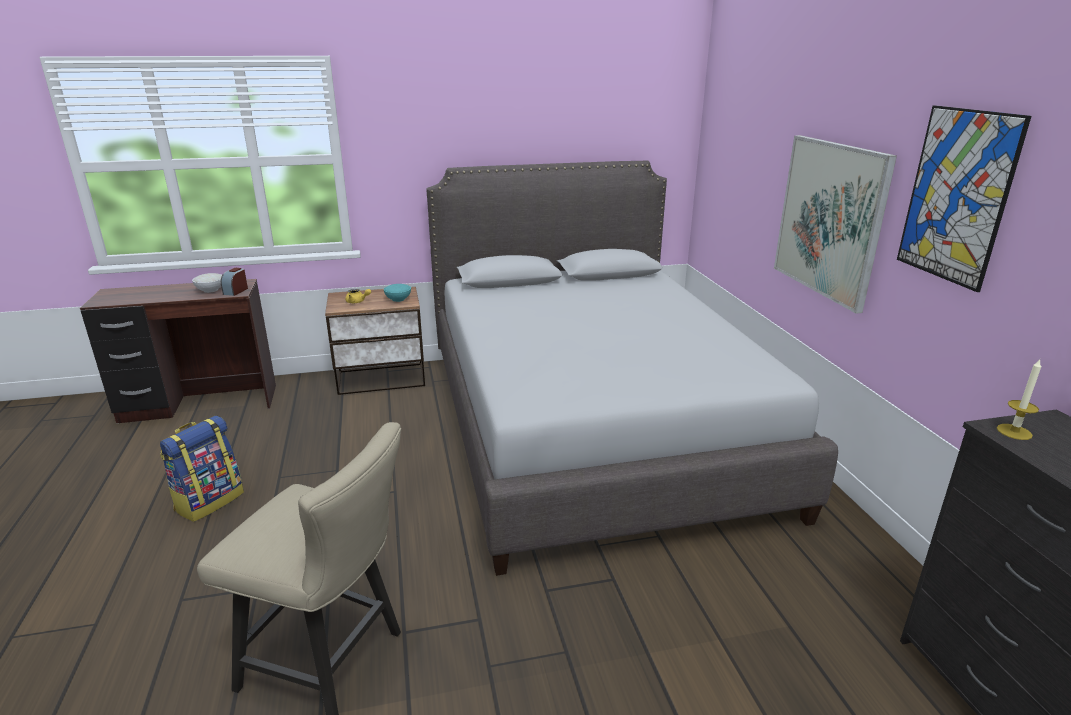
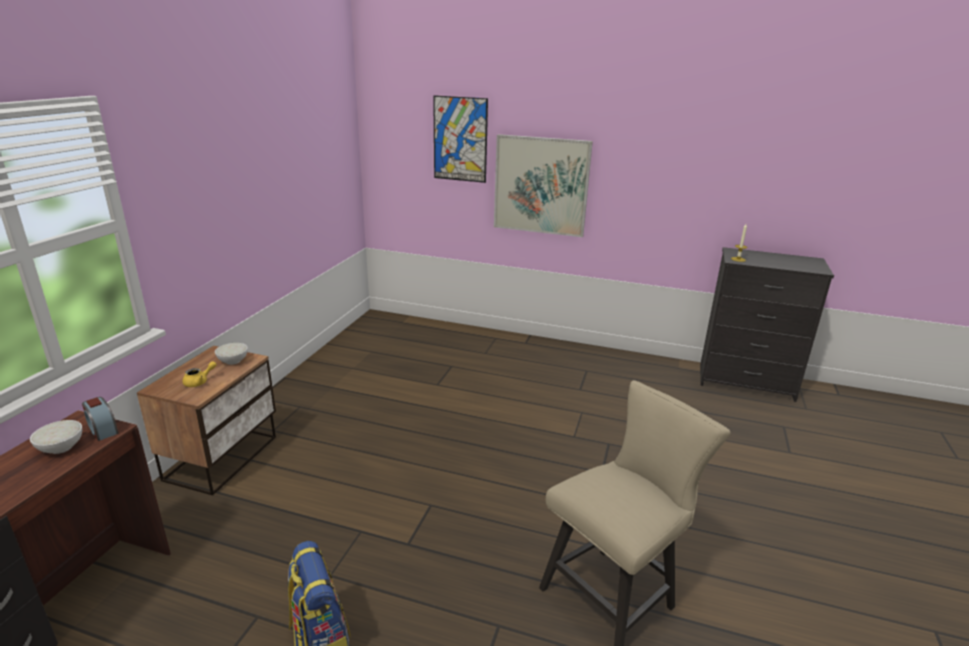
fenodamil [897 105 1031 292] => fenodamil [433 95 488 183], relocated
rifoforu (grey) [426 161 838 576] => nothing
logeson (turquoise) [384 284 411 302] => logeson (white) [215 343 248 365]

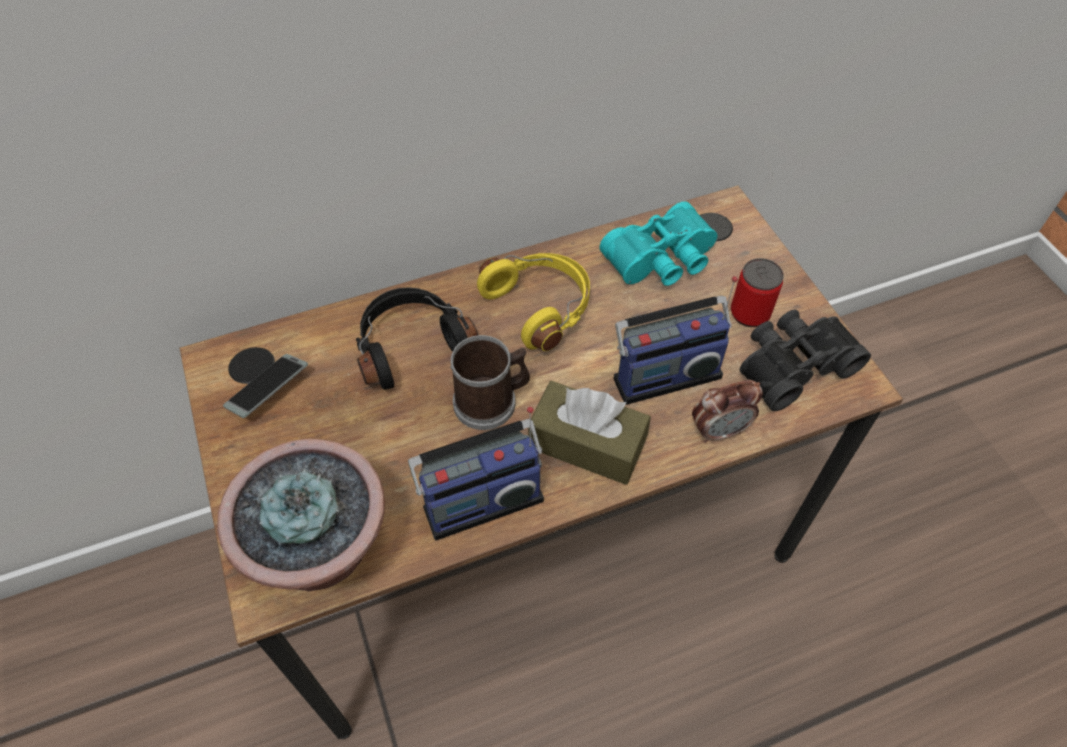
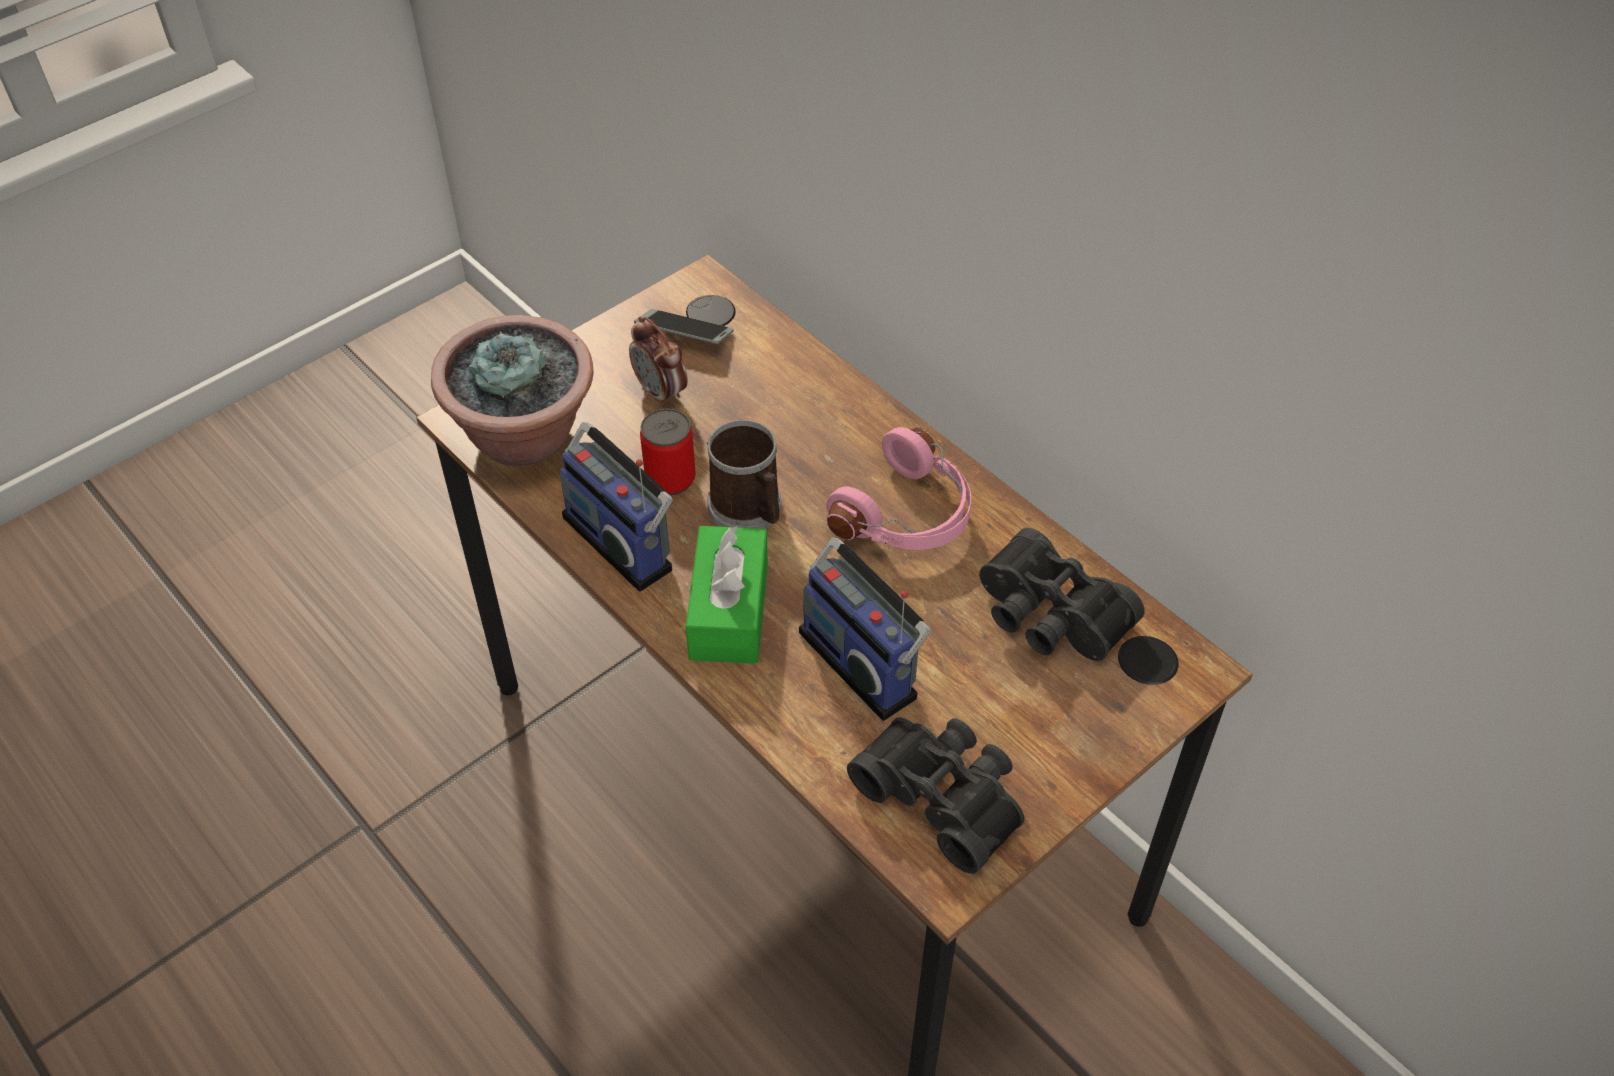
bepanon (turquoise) [600 201 717 286] => bepanon (black) [979 528 1145 661]
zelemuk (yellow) [477 253 590 351] => zelemuk (pink) [826 427 971 550]
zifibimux [731 258 784 327] => zifibimux [640 409 696 495], relocated
zelemuk (black) [356 287 478 390] => nothing
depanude [692 380 763 443] => depanude [629 317 688 408], relocated
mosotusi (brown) [528 381 651 485] => mosotusi (green) [686 525 768 664]

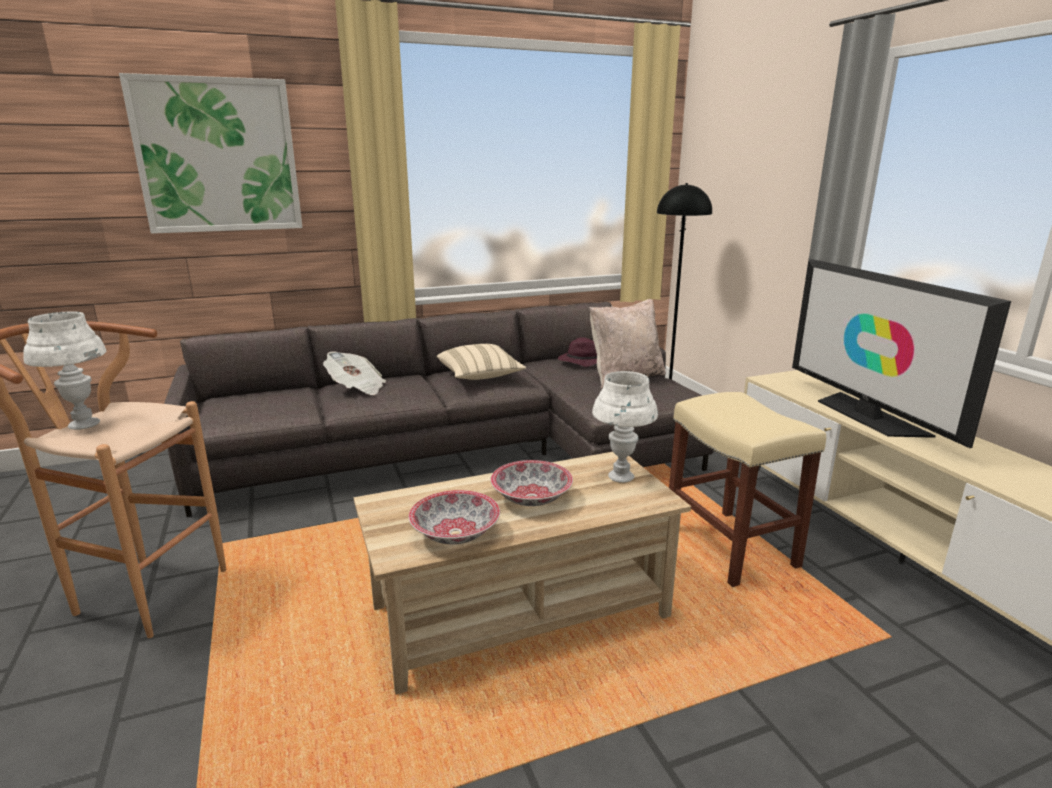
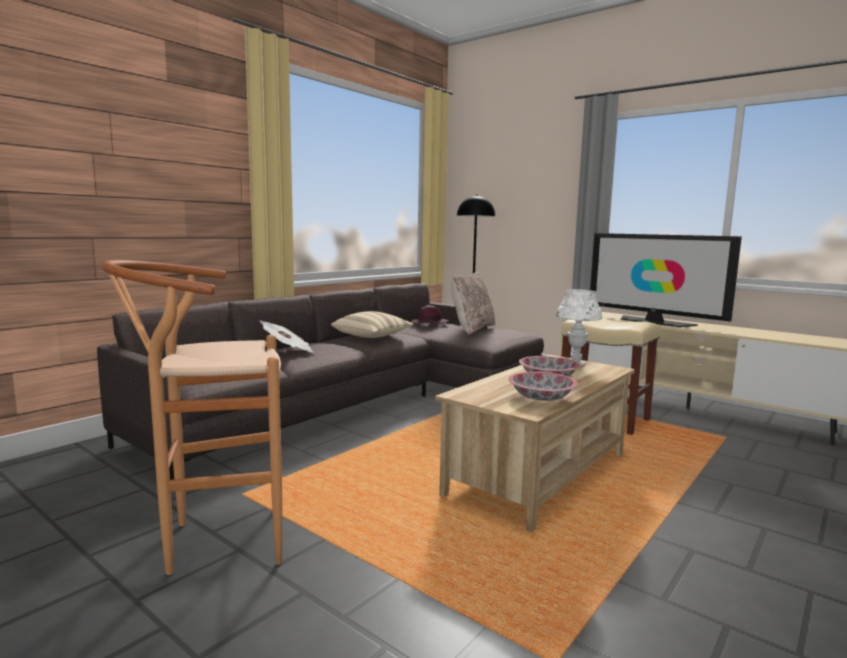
fenodamil [119 73 303 234] => nothing
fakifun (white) [23 311 106 430] => nothing

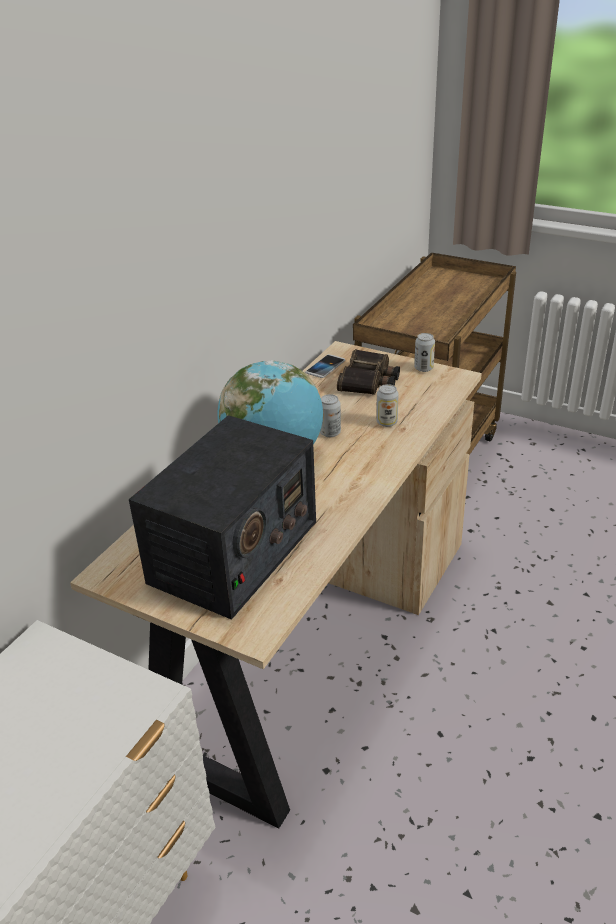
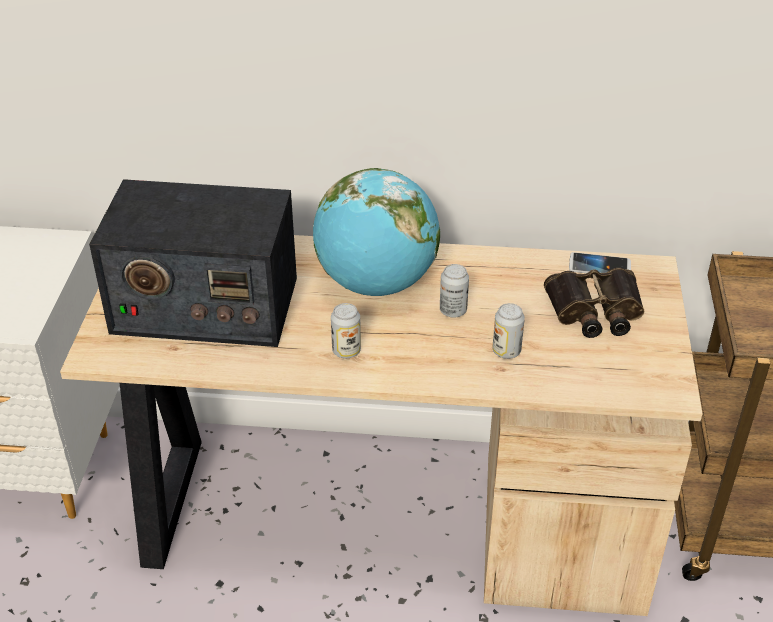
zifibimux [414 333 435 372] => zifibimux [331 303 361 358], relocated

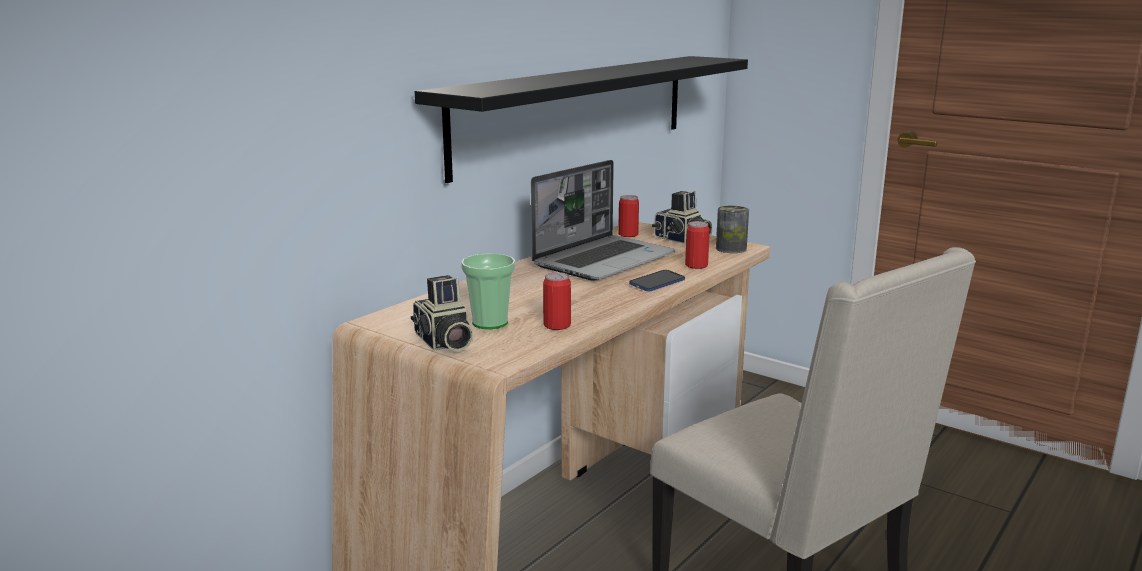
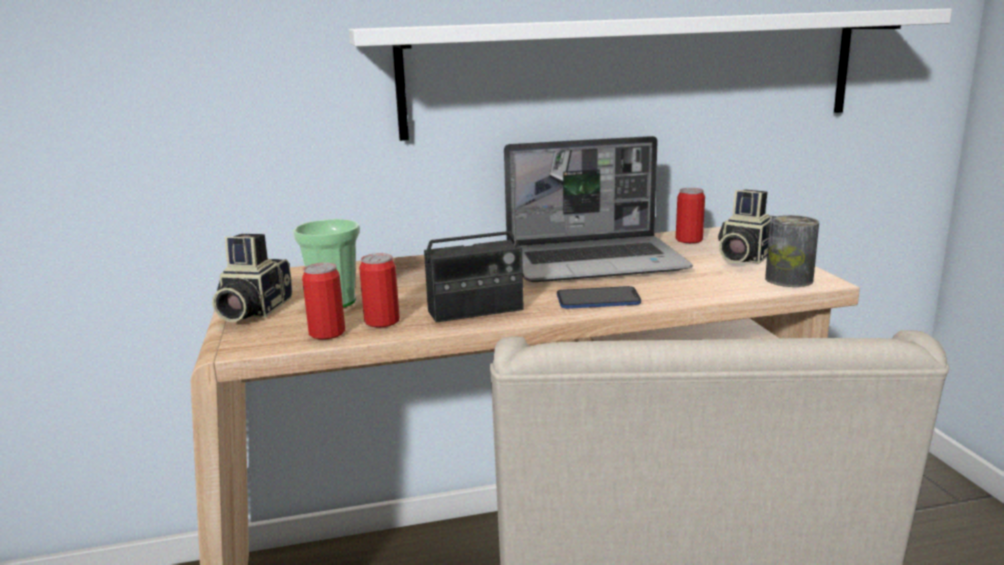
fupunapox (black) [415 56 748 183] => fupunapox (white) [349 9 952 141]
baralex [652 191 713 244] => baralex [718 189 776 264], 45 degrees clockwise
zifibimux [685 221 710 269] => zifibimux [302 263 345 340], relocated
nothing => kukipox [424 174 524 323]

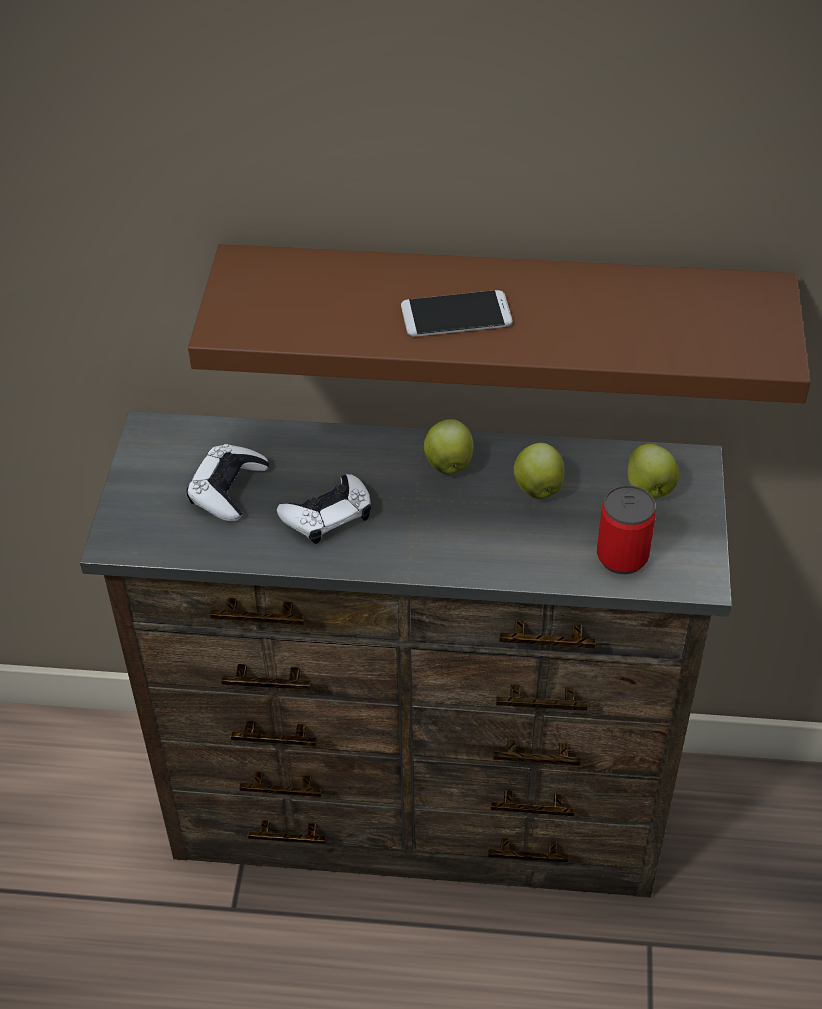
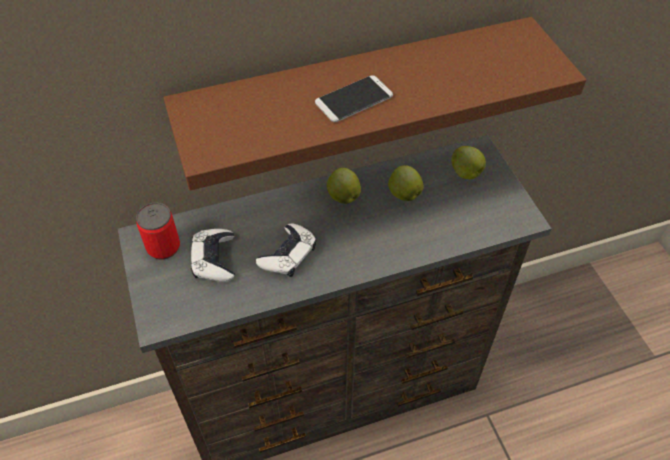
zifibimux [597 485 656 574] => zifibimux [136 203 180 260], relocated

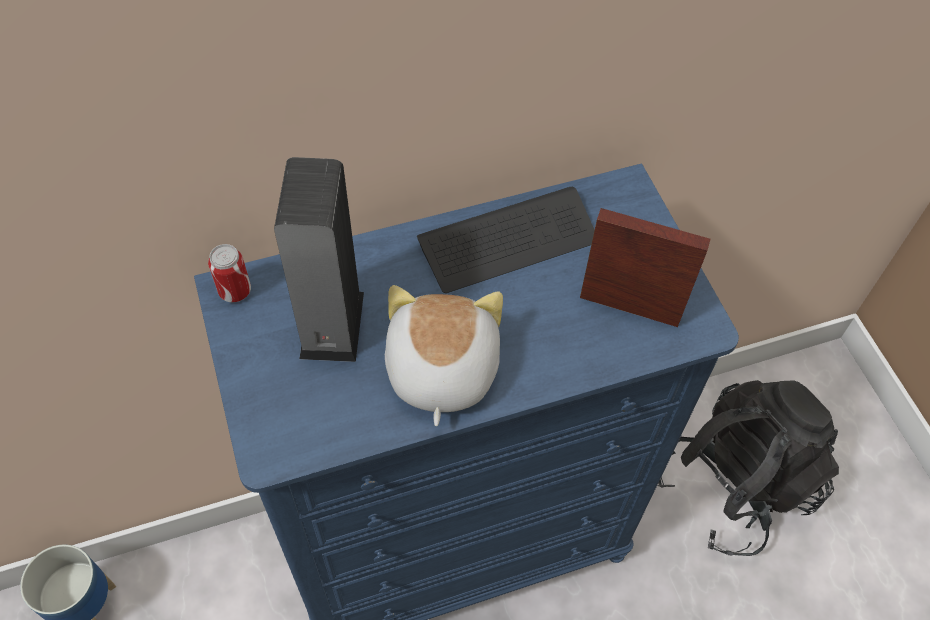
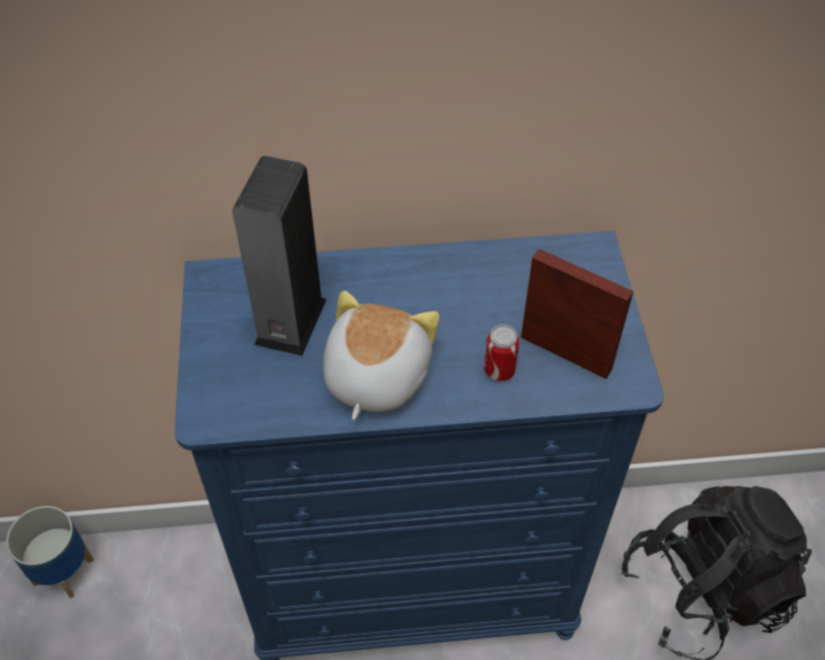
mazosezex [417 187 595 293] => nothing
zifibimux [208 244 251 302] => zifibimux [484 325 520 381], relocated

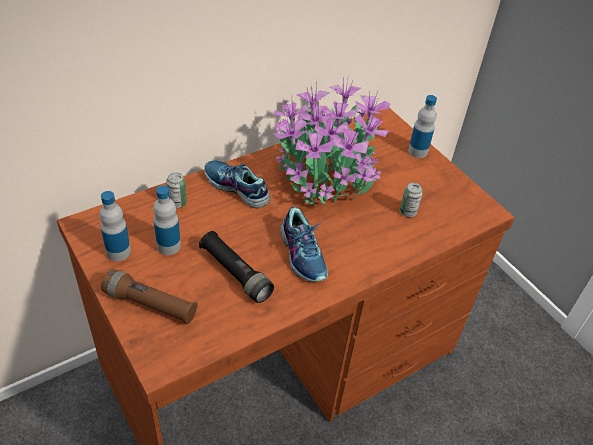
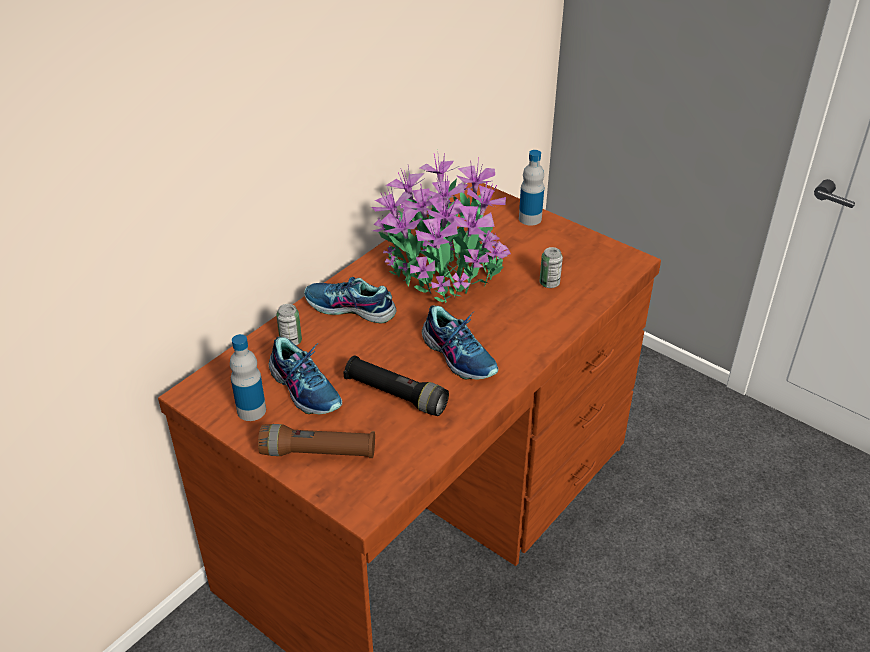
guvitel [153 185 181 255] => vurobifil [269 337 342 414]

